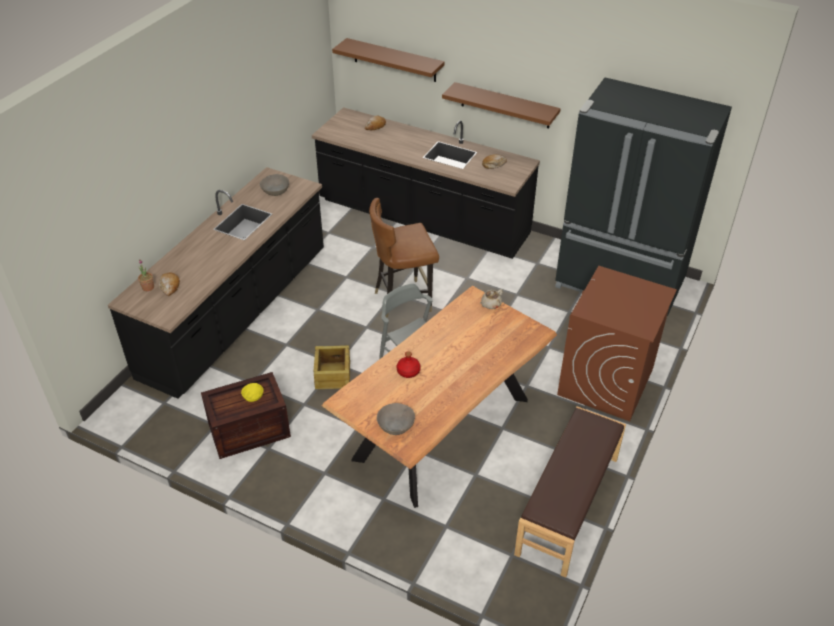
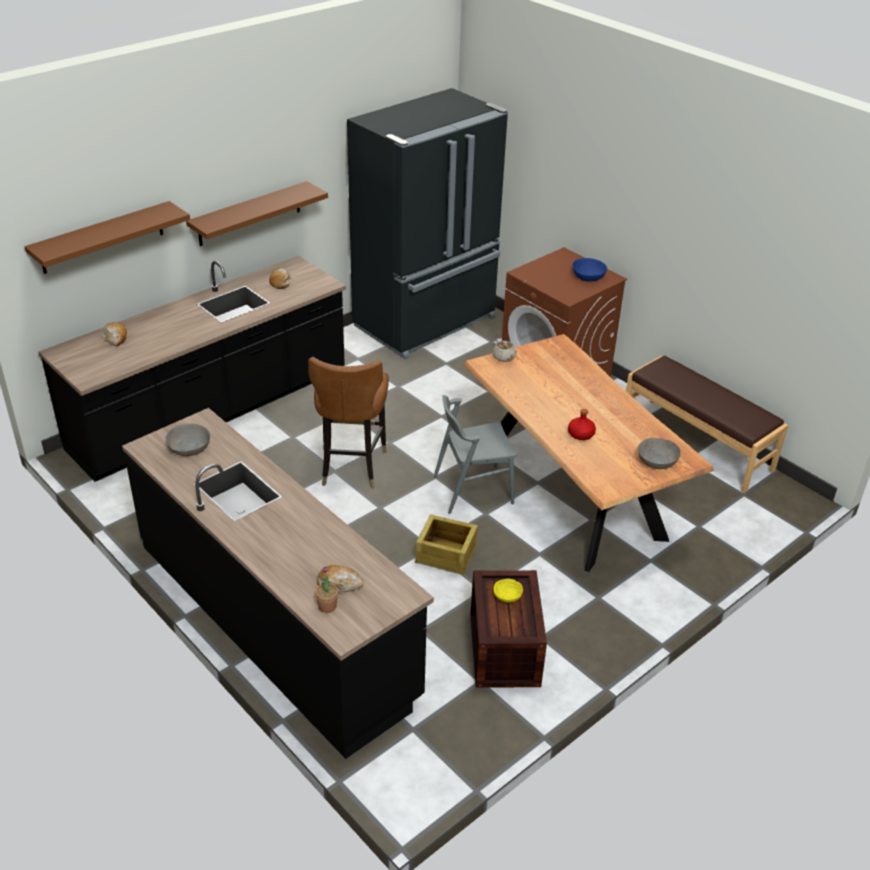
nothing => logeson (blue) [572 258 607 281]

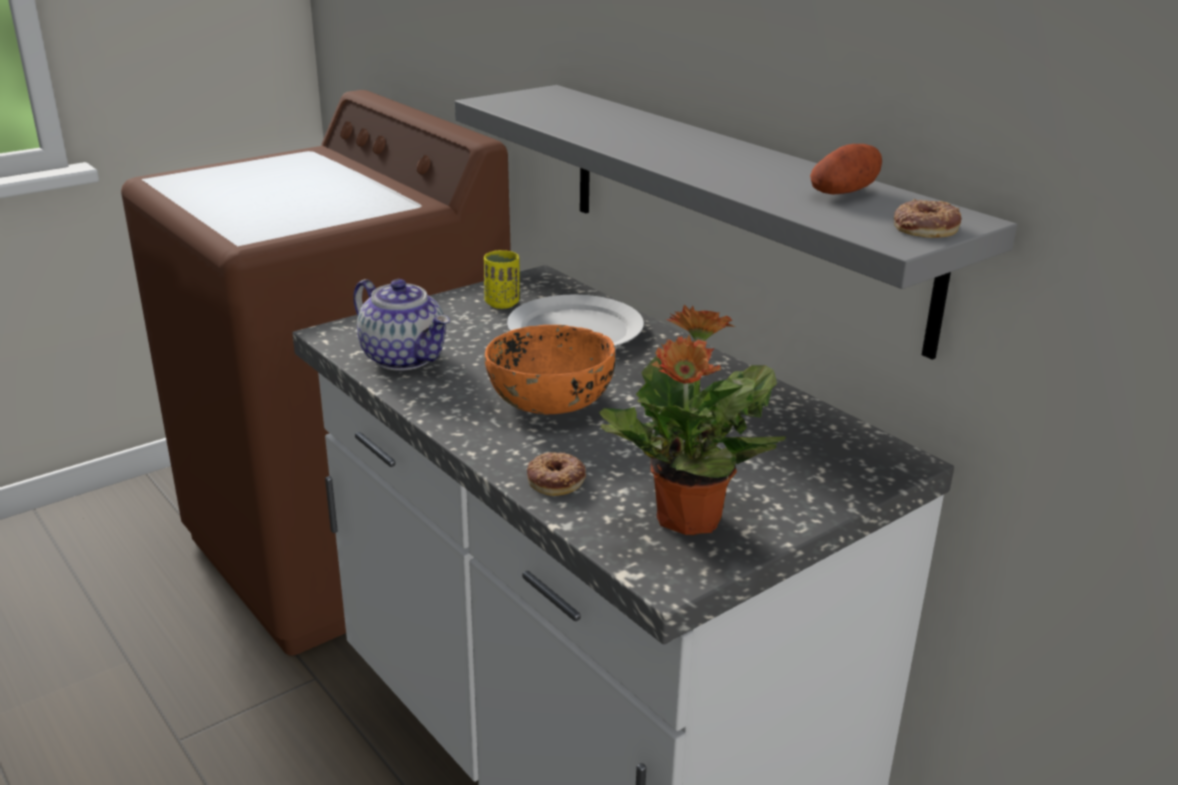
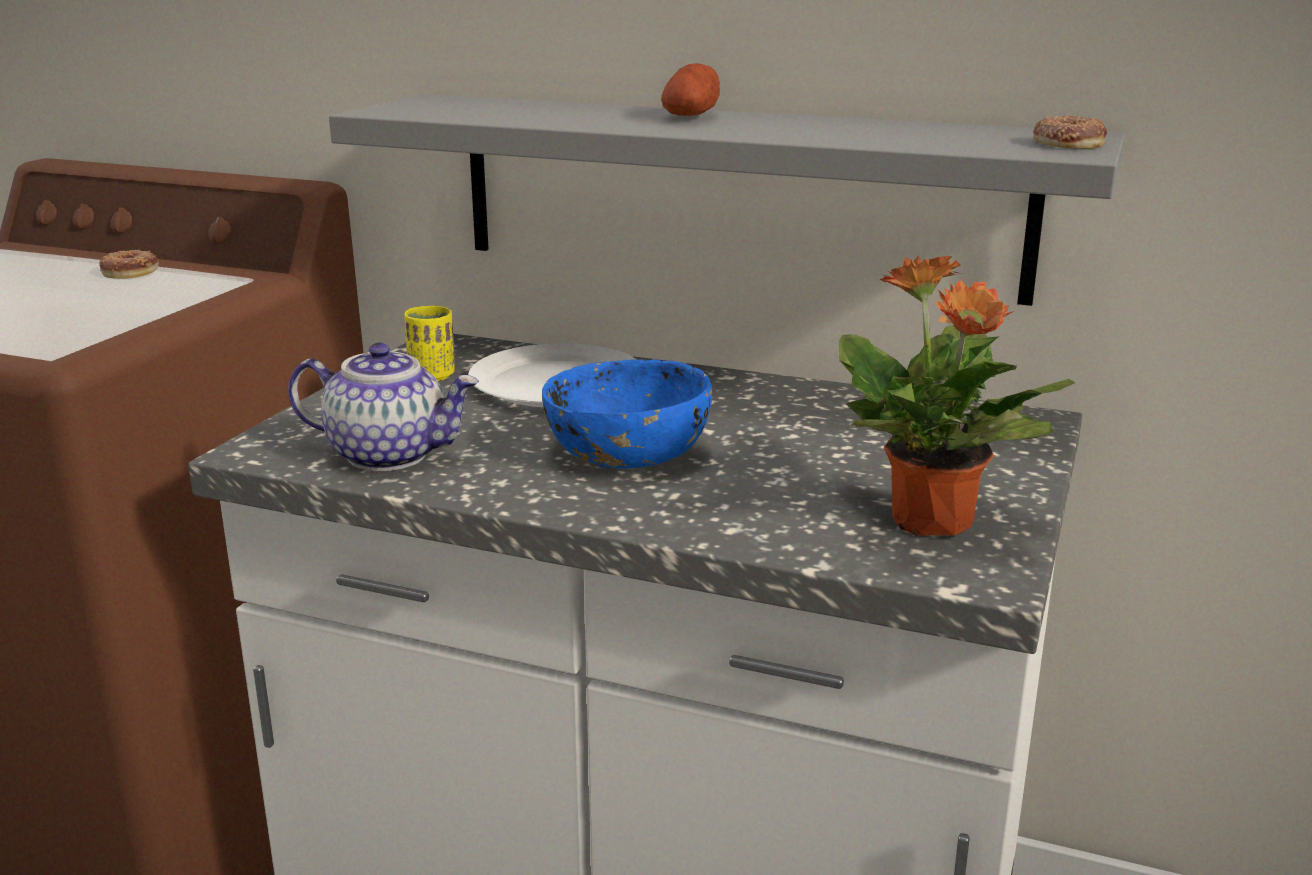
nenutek [810 144 882 194] => nenutek [661 63 720 116], relocated
logeson (orange) [485 325 615 415] => logeson (blue) [542 359 712 469]
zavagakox [527 452 586 496] => zavagakox [99 249 159 279], relocated

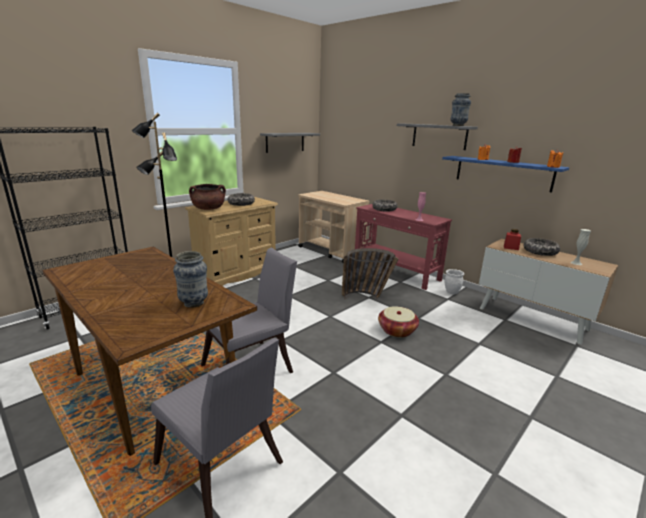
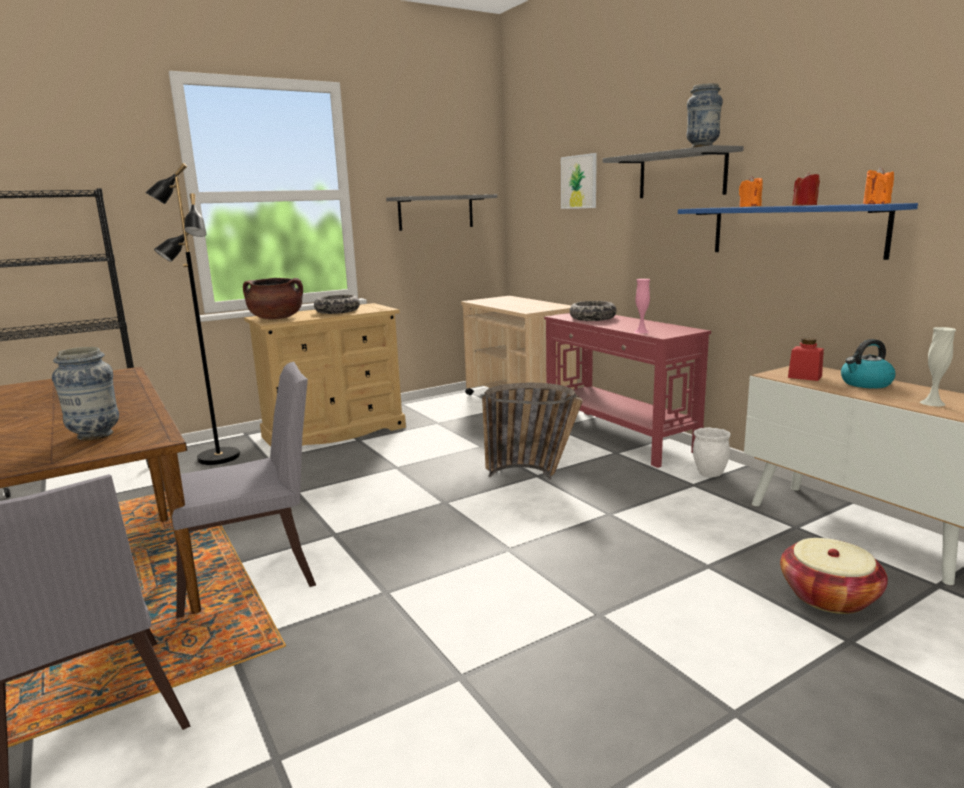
logeson [524 238 560 256] => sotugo [841 339 895 389]
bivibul [378 306 419 338] => bivibul [780 538 888 614], relocated
nothing => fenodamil [561 153 597 209]

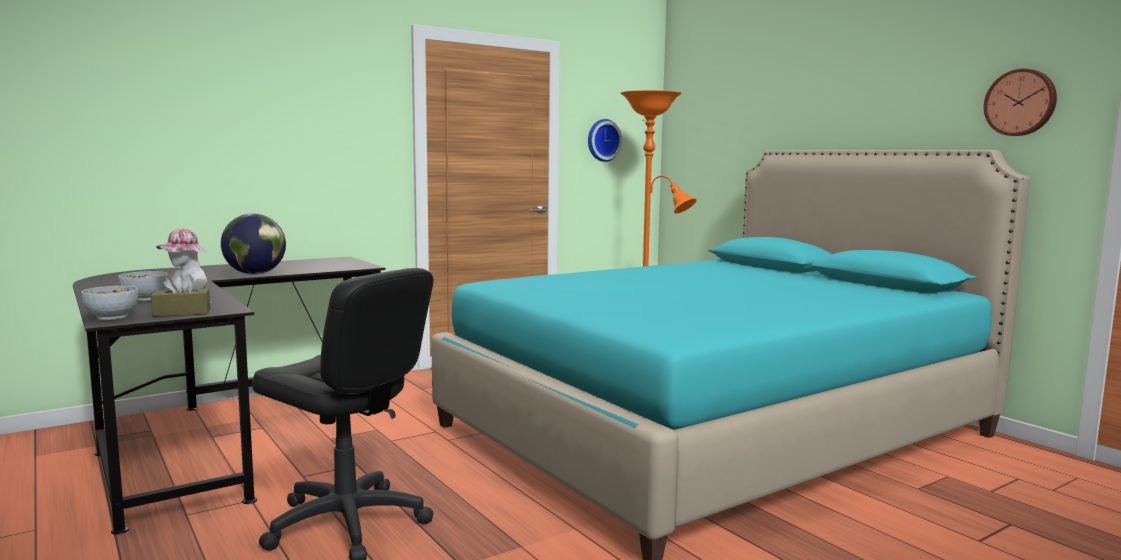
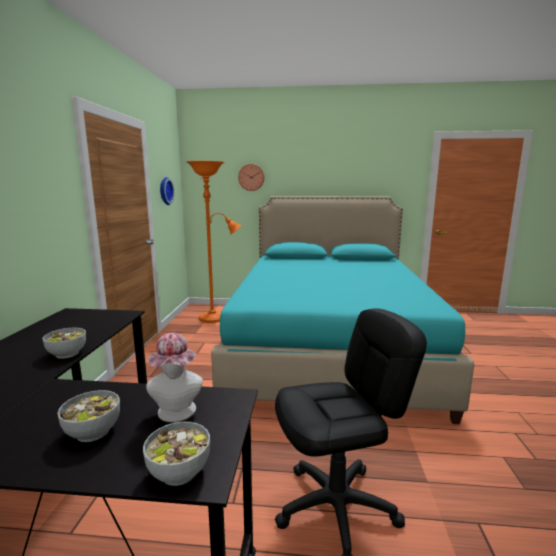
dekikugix [984 69 1057 136] => dekikugix [238 164 264 191], relocated
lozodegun [221 213 286 275] => logeson [43 328 86 359]
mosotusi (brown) [151 271 210 317] => nothing

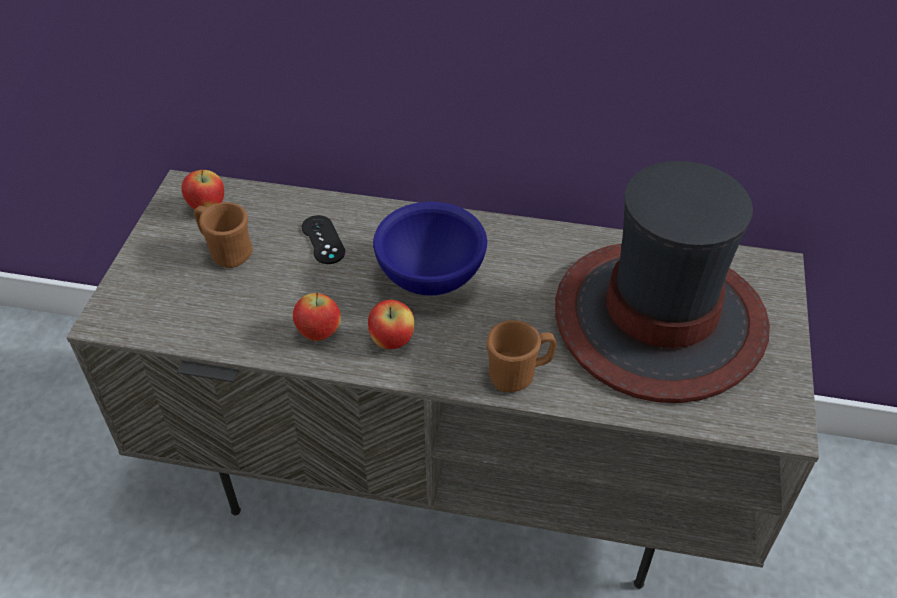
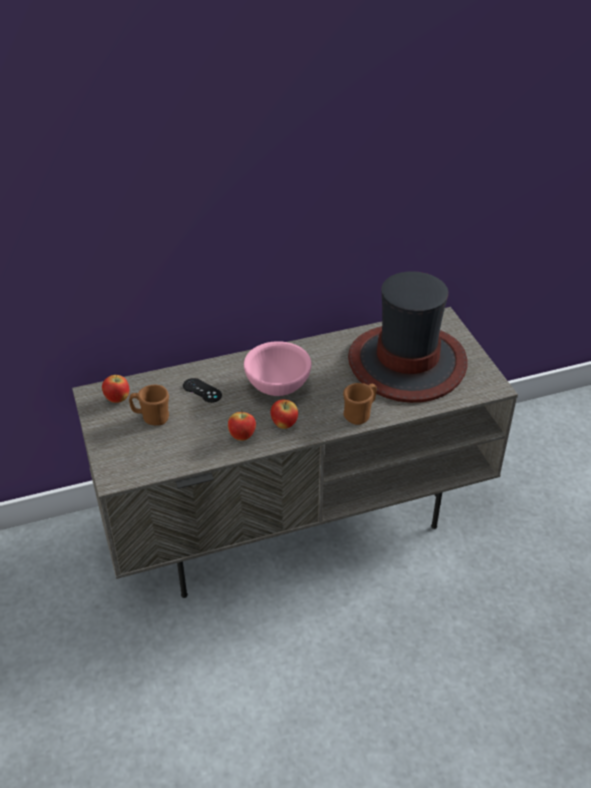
logeson (blue) [373 202 487 296] => logeson (pink) [244 341 312 396]

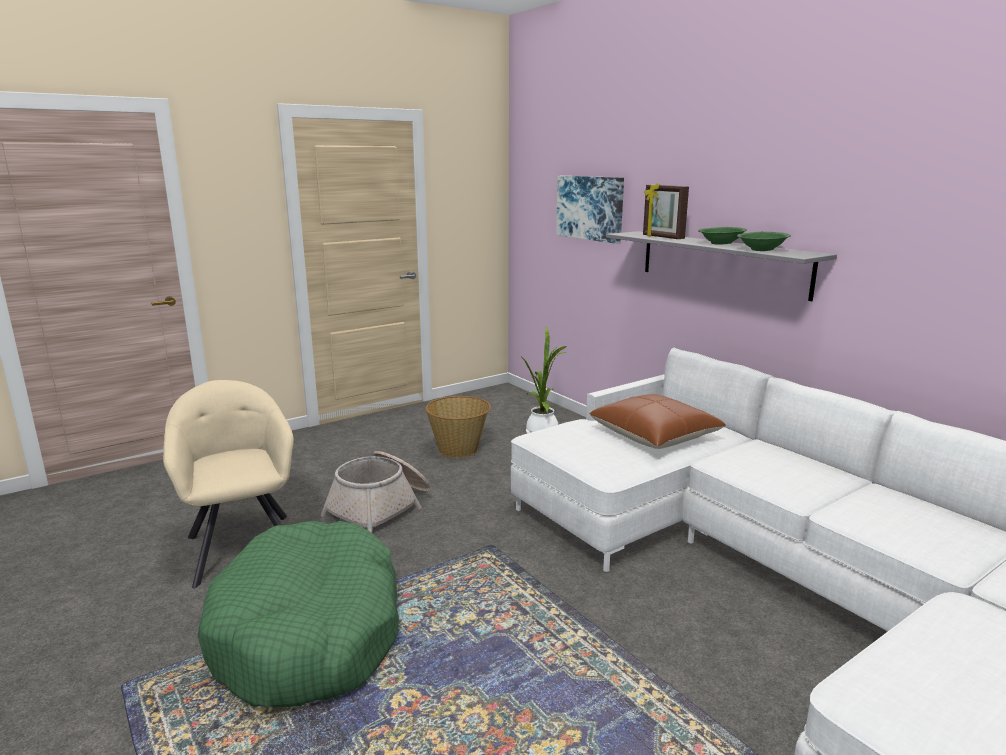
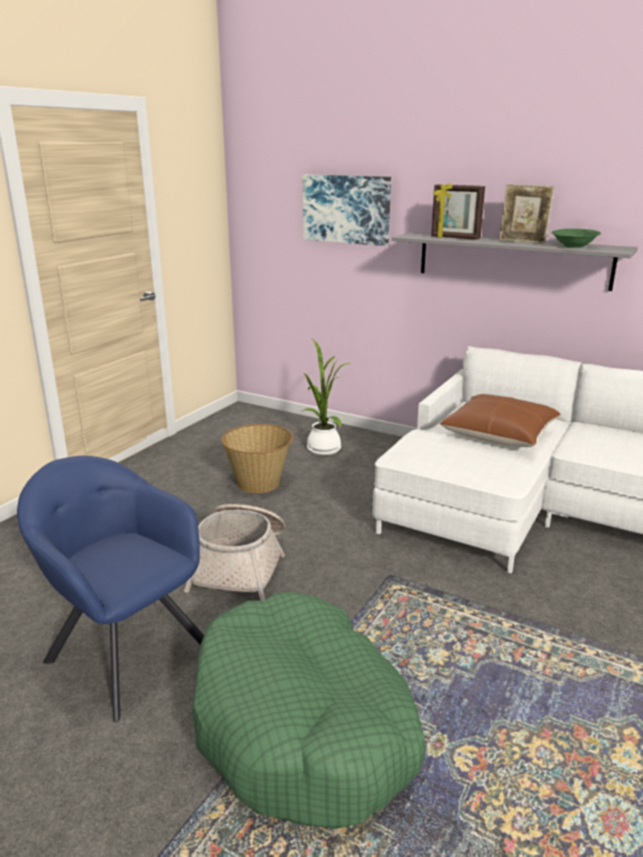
logeson (green) [698 227 747 245] => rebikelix [499 184 554 244]
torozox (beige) [163 380 294 588] => torozox (blue) [17 456 204 722]

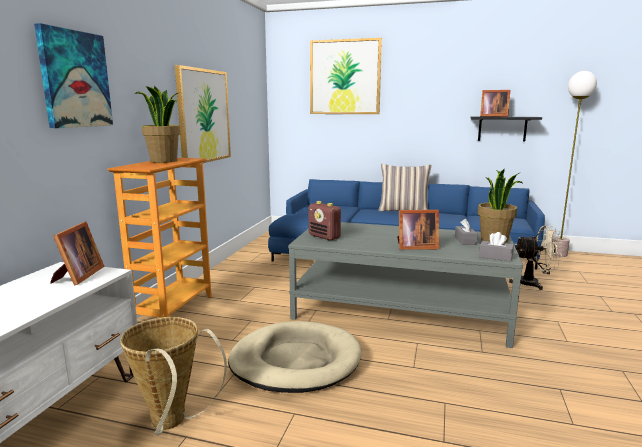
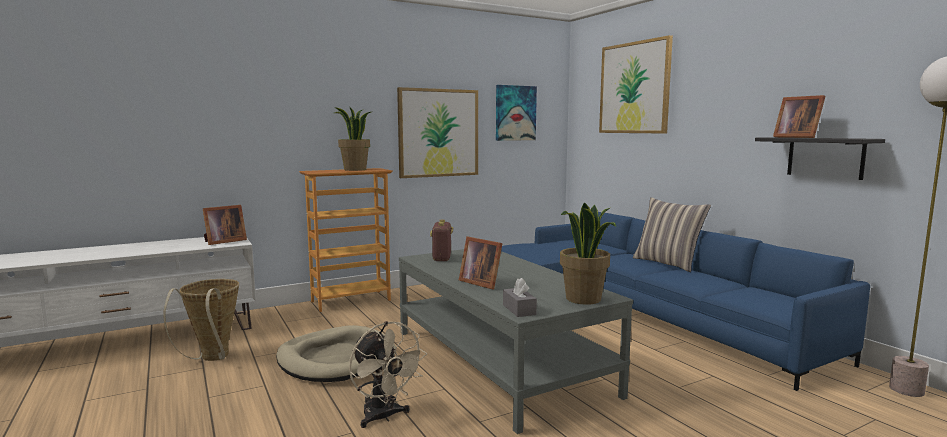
fenodamil [34 23 113 128] => fenodamil [496 85 537 141], relocated
mosotusi (grey) [455 219 478 245] => nothing
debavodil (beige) [509 226 563 290] => debavodil (beige) [349 321 427 428], relocated

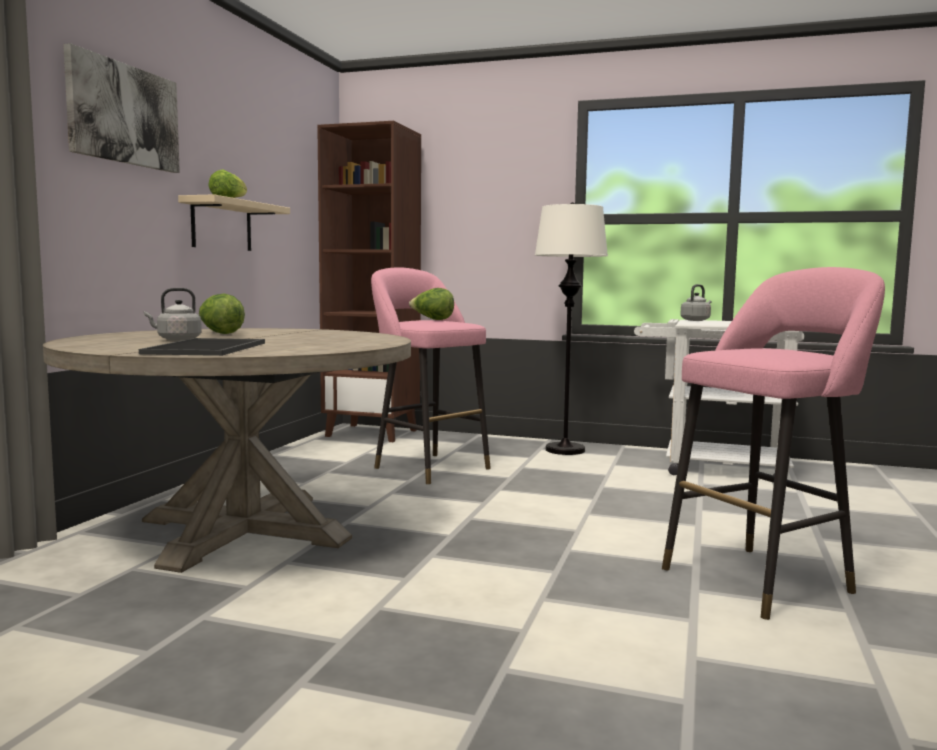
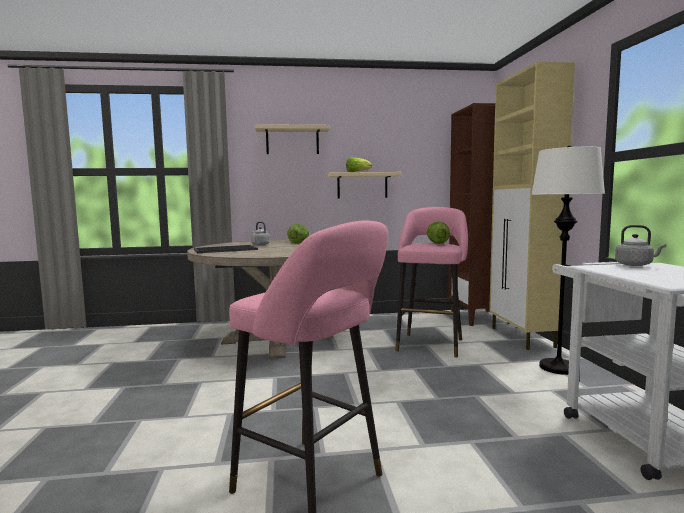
fenodamil [63 43 180 173] => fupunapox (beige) [255 124 330 154]
nothing => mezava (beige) [489 62 575 350]

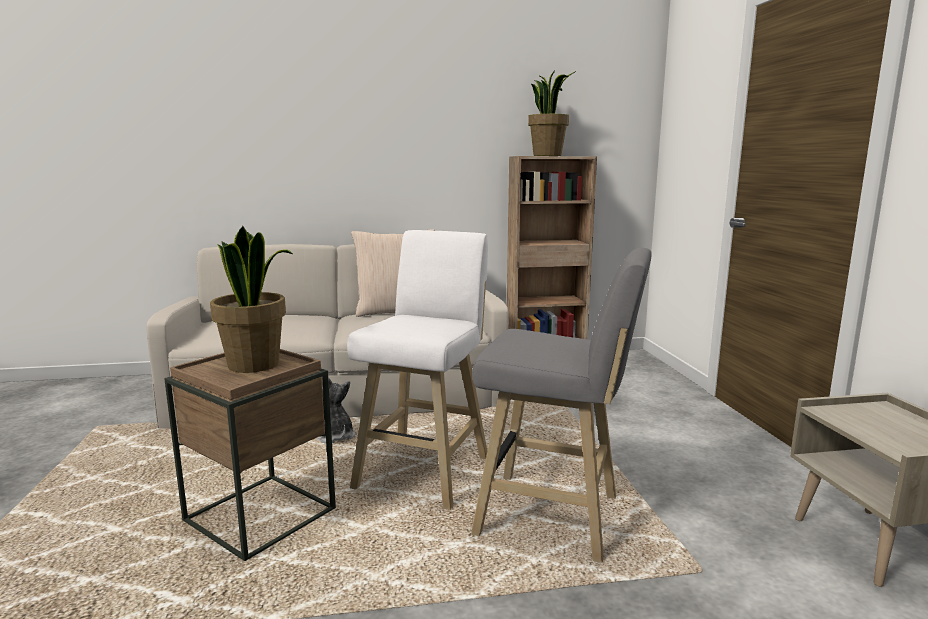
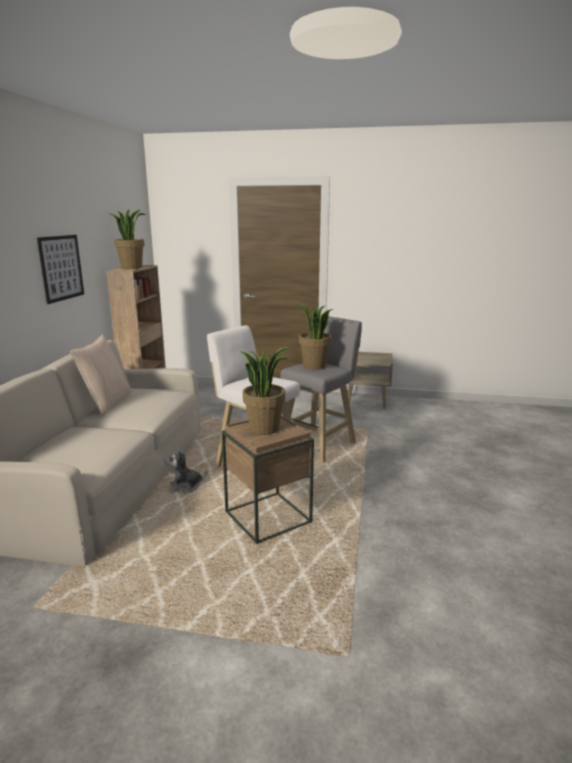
nothing => fenodamil [37 235 84 304]
nothing => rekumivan [296 301 333 369]

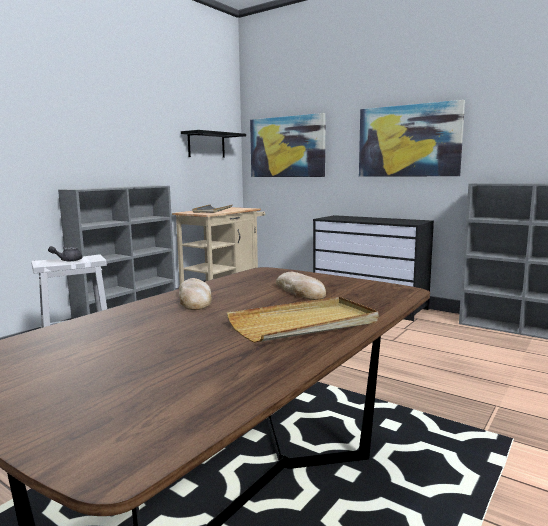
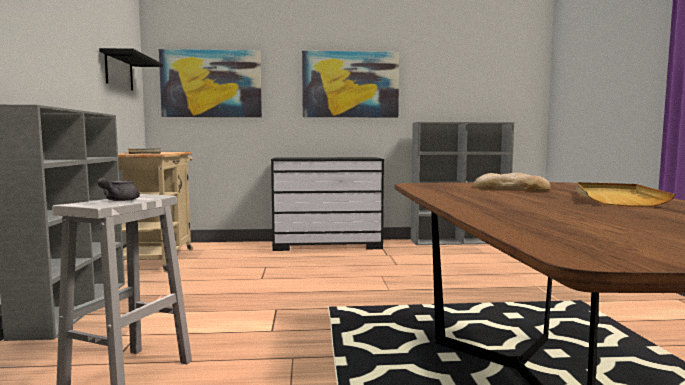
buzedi [179 278 212 310] => nothing

